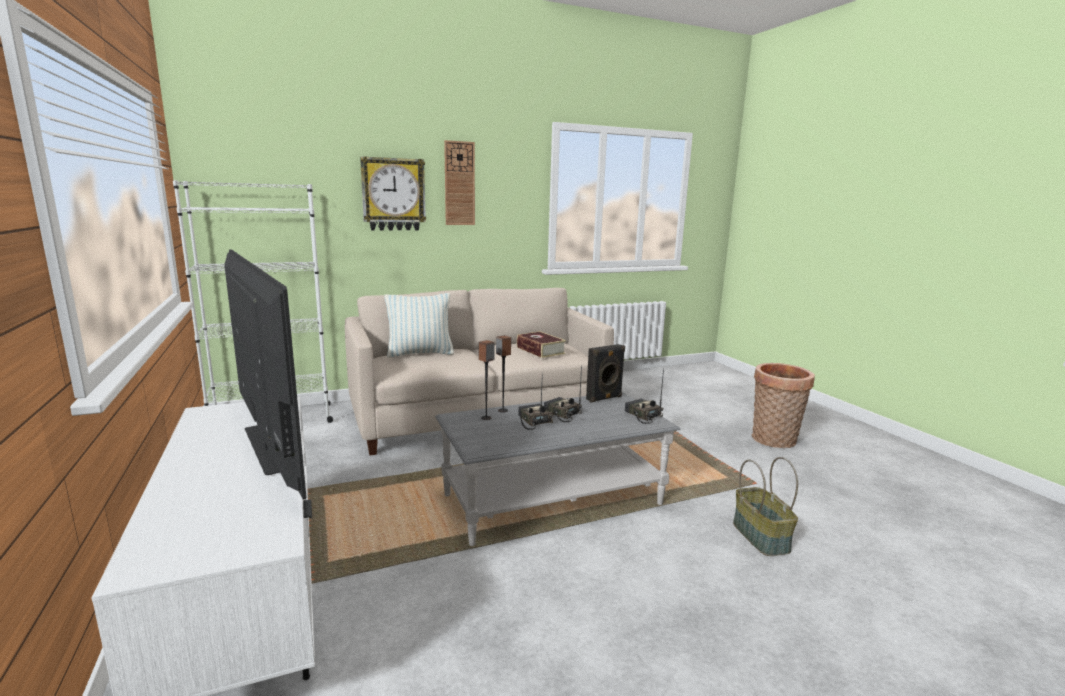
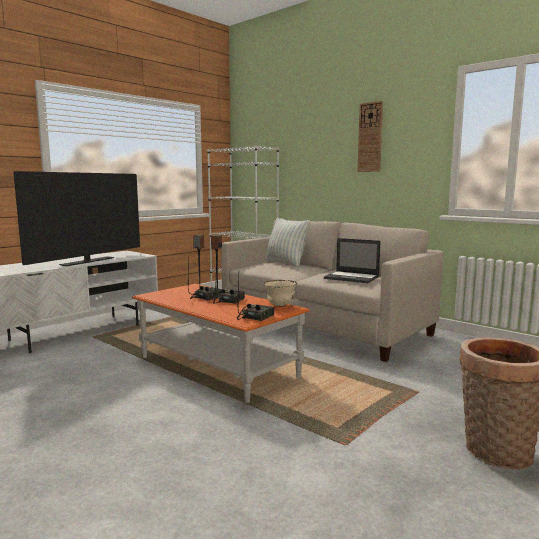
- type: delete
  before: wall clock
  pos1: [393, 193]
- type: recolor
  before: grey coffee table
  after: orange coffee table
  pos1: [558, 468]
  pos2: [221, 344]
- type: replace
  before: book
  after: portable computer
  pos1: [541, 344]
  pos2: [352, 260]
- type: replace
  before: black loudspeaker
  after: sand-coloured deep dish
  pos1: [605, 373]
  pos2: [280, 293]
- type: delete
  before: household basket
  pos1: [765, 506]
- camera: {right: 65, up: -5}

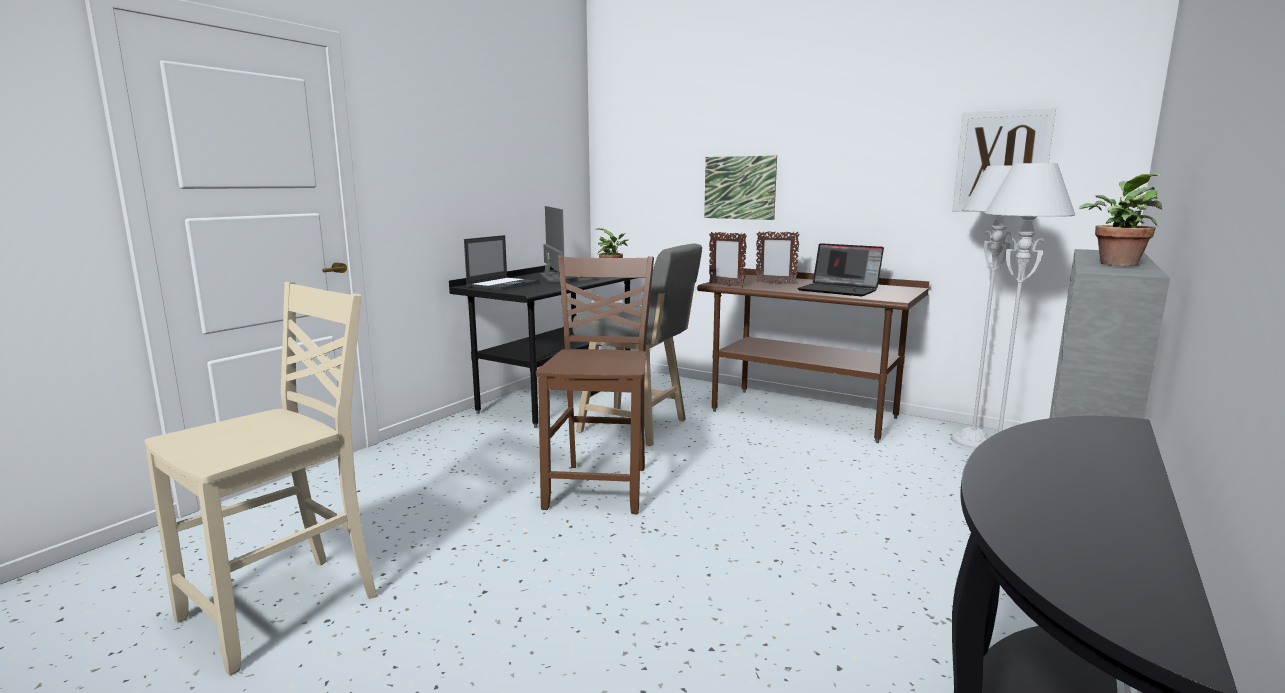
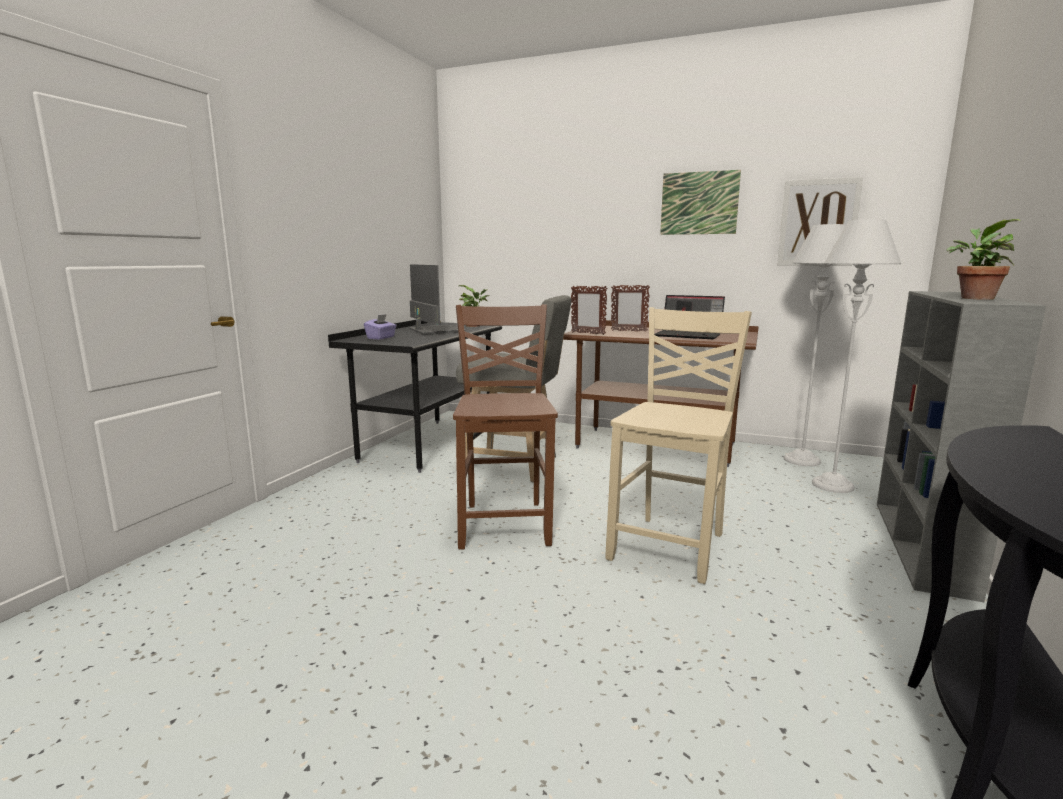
- type: move
  before: sand-coloured chair
  pos1: [260, 478]
  pos2: [679, 445]
- type: replace
  before: portable computer
  after: purple-coloured tissue holder
  pos1: [502, 263]
  pos2: [380, 326]
- type: move
  before: wall art
  pos1: [740, 187]
  pos2: [700, 202]
- camera: {right: -10, up: 0}

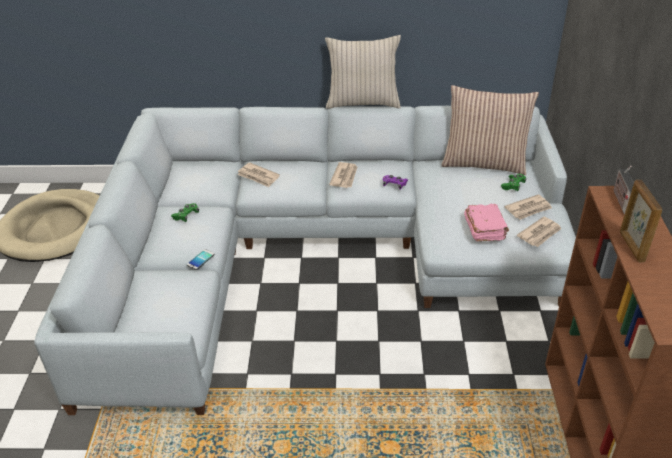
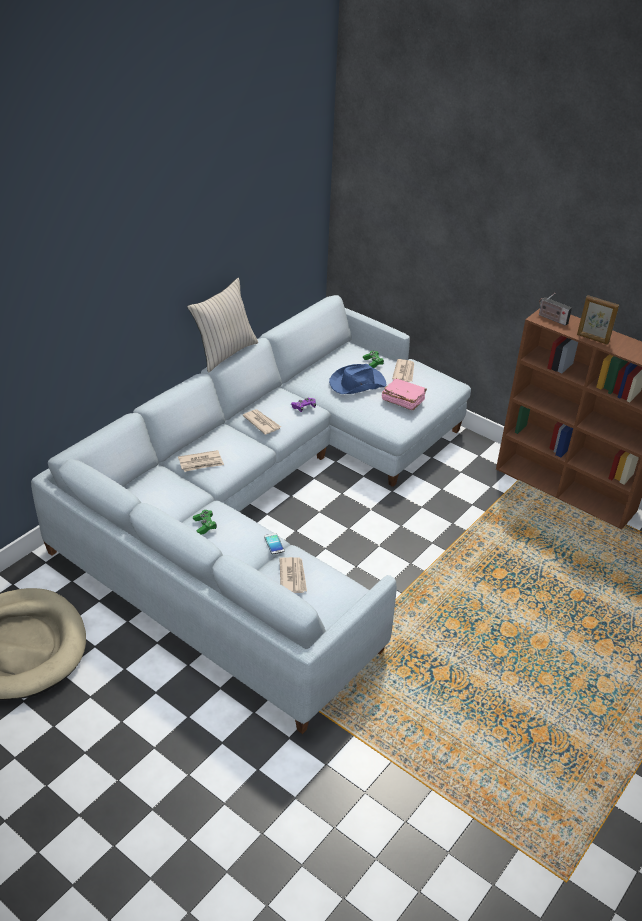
- type: delete
  before: cushion
  pos1: [490, 130]
- type: move
  before: printed paper
  pos1: [539, 232]
  pos2: [293, 575]
- type: insert
  after: bluish hat
  pos2: [357, 379]
- camera: {right: -55, up: 0}

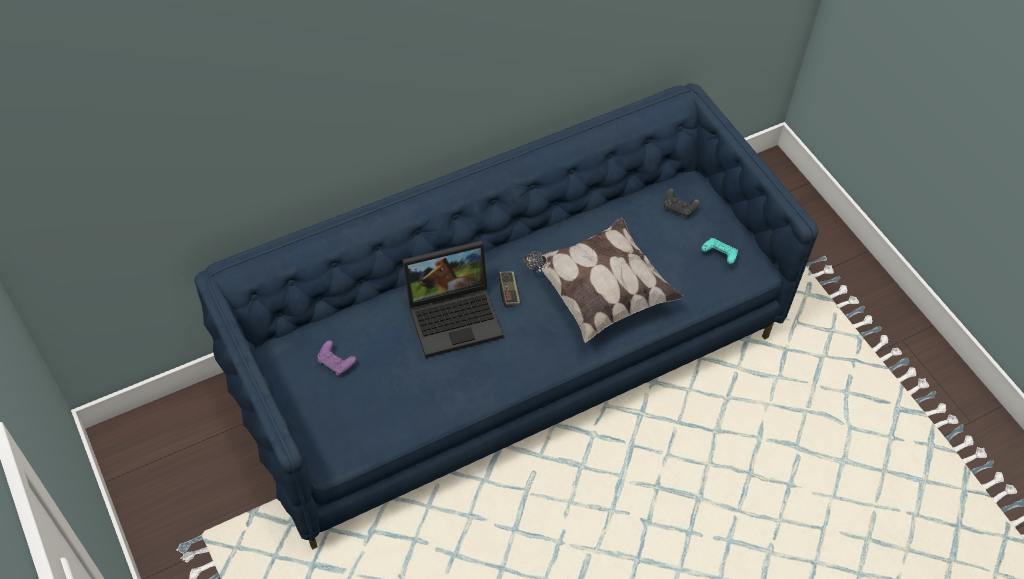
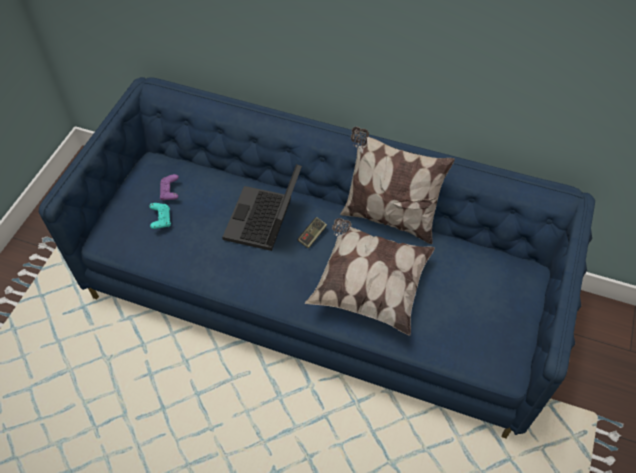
- type: rotate
  before: portable computer
  pos1: [453, 299]
  pos2: [262, 207]
  turn: 75
- type: delete
  before: black joypad
  pos1: [682, 203]
- type: move
  before: blue-green joypad
  pos1: [719, 251]
  pos2: [160, 216]
- type: insert
  after: cushion
  pos2: [397, 185]
- camera: {right: 50, up: 0}

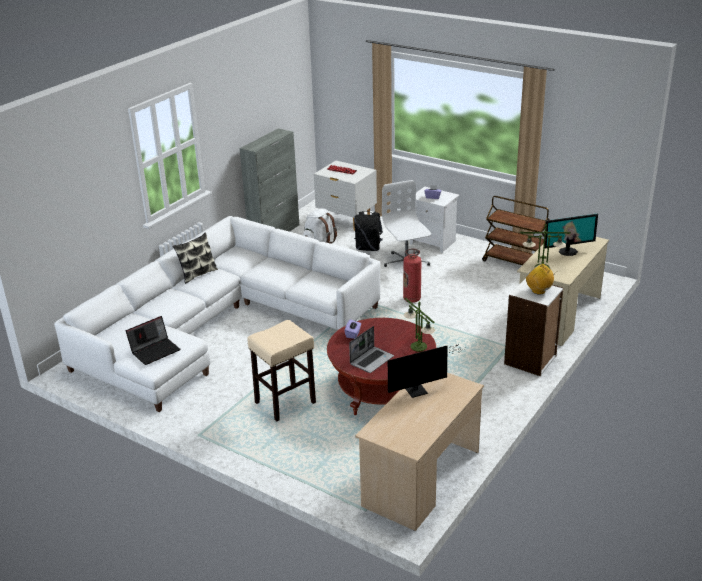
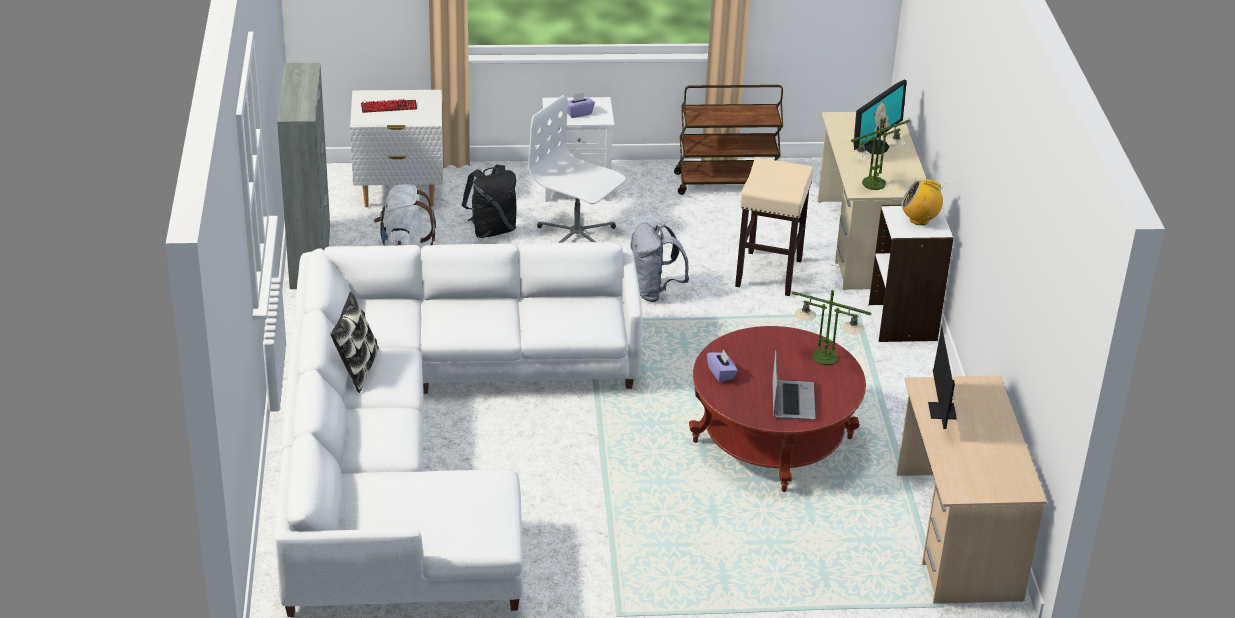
- type: delete
  before: portable computer
  pos1: [153, 340]
- type: move
  before: sand-coloured stool
  pos1: [281, 371]
  pos2: [774, 226]
- type: rotate
  before: computer screen
  pos1: [423, 371]
  pos2: [942, 378]
  turn: 150
- type: replace
  before: fire-fighting cylinder
  after: grey knapsack
  pos1: [412, 275]
  pos2: [659, 262]
- camera: {right: -40, up: 5}

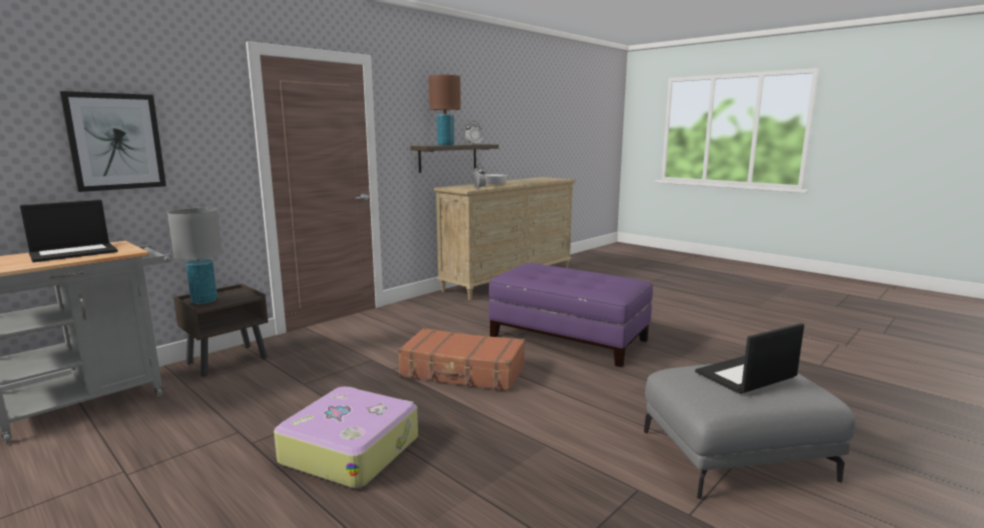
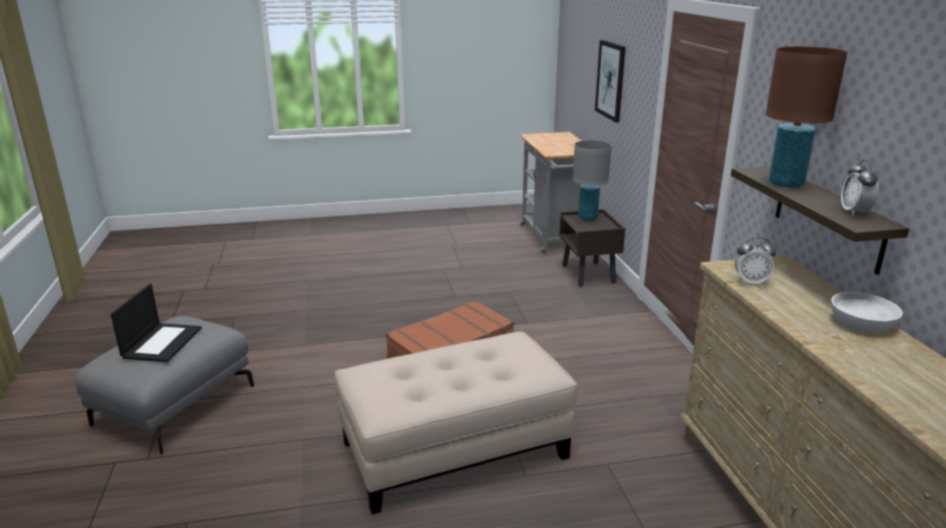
- type: delete
  before: portable computer
  pos1: [69, 231]
- type: delete
  before: piece of luggage
  pos1: [346, 437]
- type: recolor
  before: purple-coloured pouffe
  after: sand-coloured pouffe
  pos1: [571, 315]
  pos2: [456, 423]
- camera: {right: 125, up: 10}

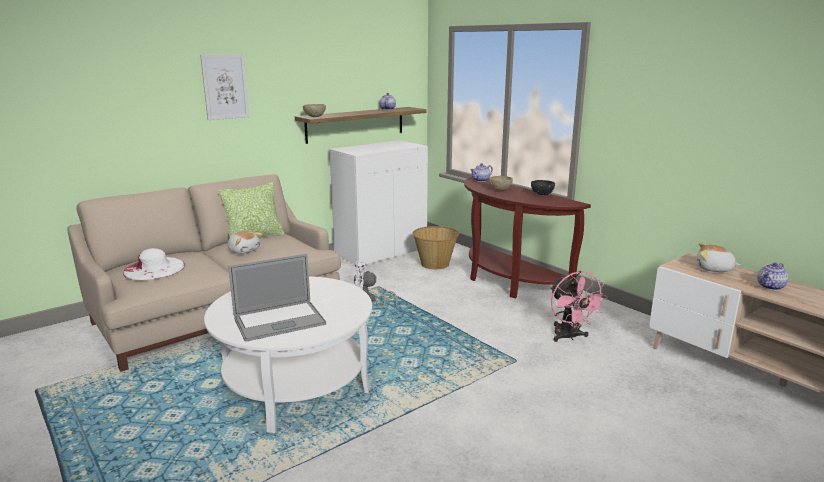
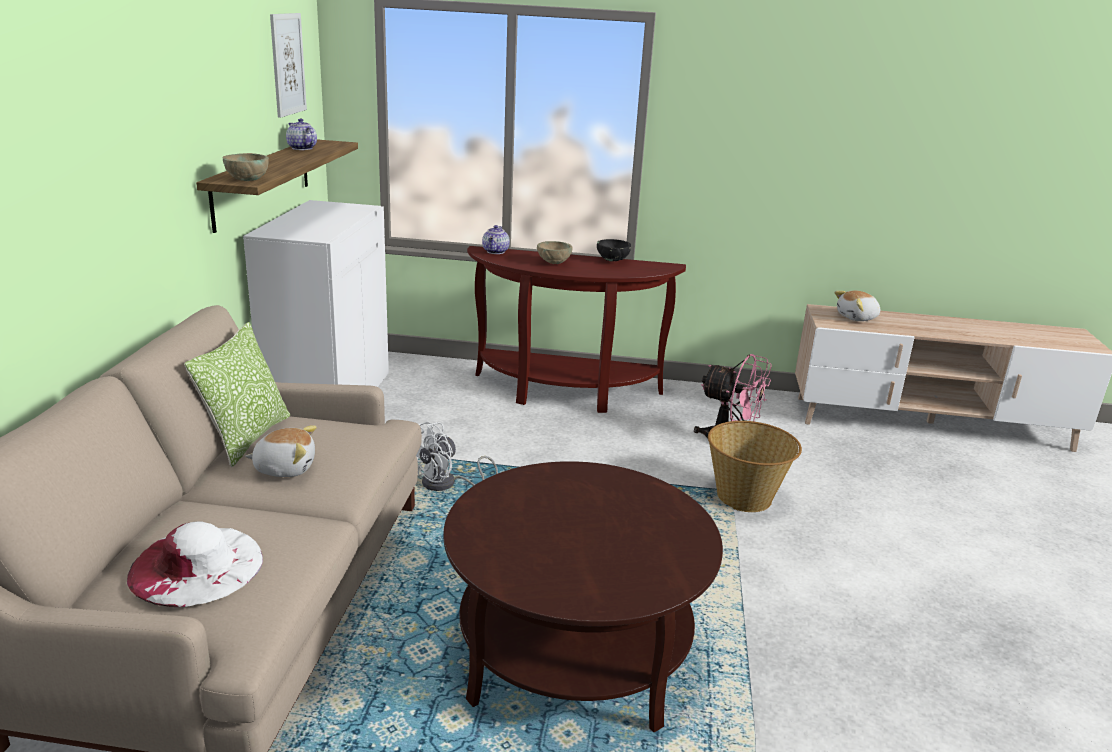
- type: move
  before: wall art
  pos1: [224, 87]
  pos2: [288, 65]
- type: recolor
  before: whitish coffee table
  after: brown-coloured coffee table
  pos1: [288, 354]
  pos2: [583, 596]
- type: delete
  before: portable computer
  pos1: [277, 298]
- type: move
  before: household basket
  pos1: [436, 247]
  pos2: [755, 466]
- type: delete
  before: pot for tea
  pos1: [772, 276]
- camera: {right: -45, up: 5}

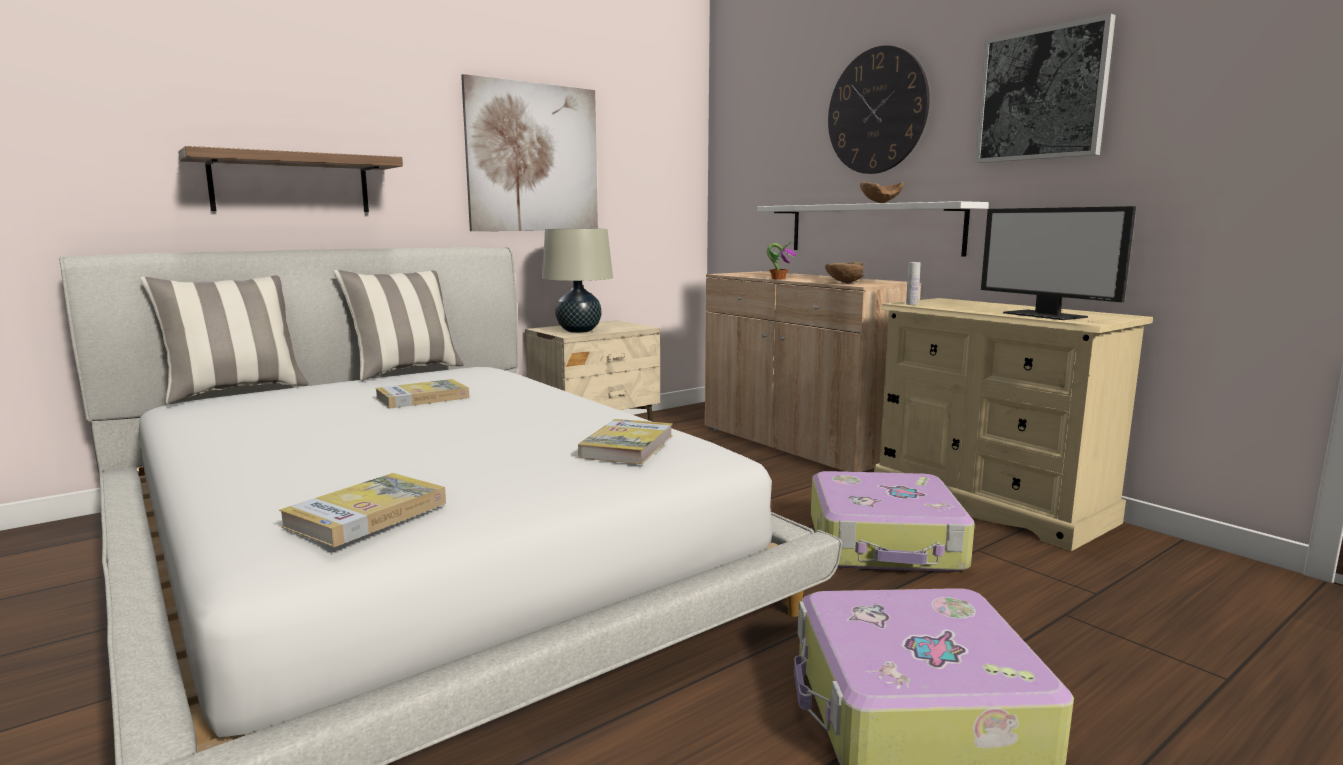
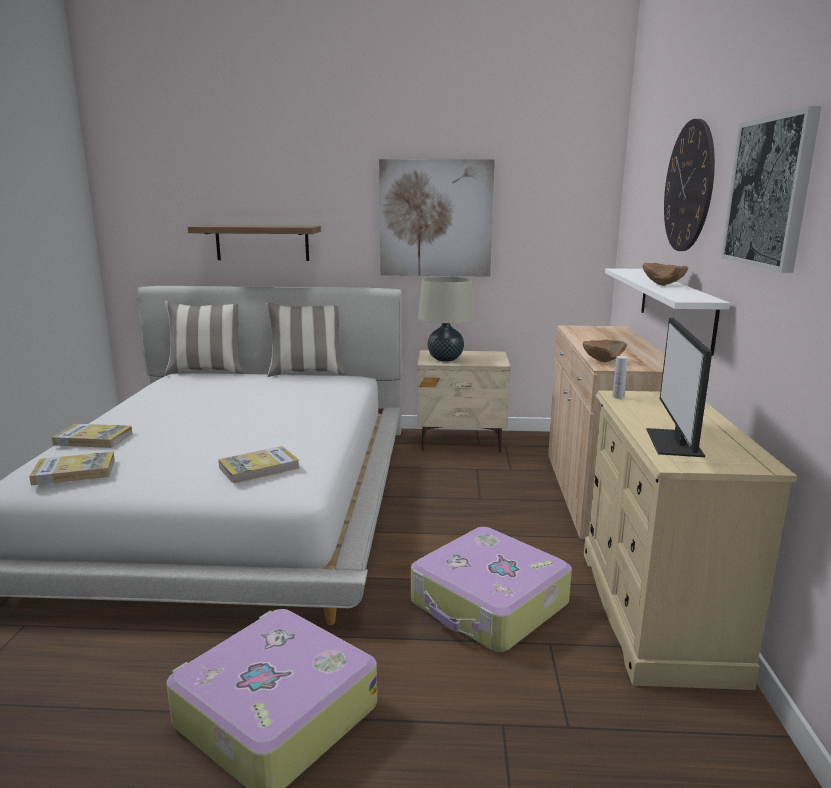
- type: move
  before: book
  pos1: [422, 394]
  pos2: [92, 436]
- type: delete
  before: potted plant
  pos1: [781, 259]
- camera: {right: 40, up: 5}

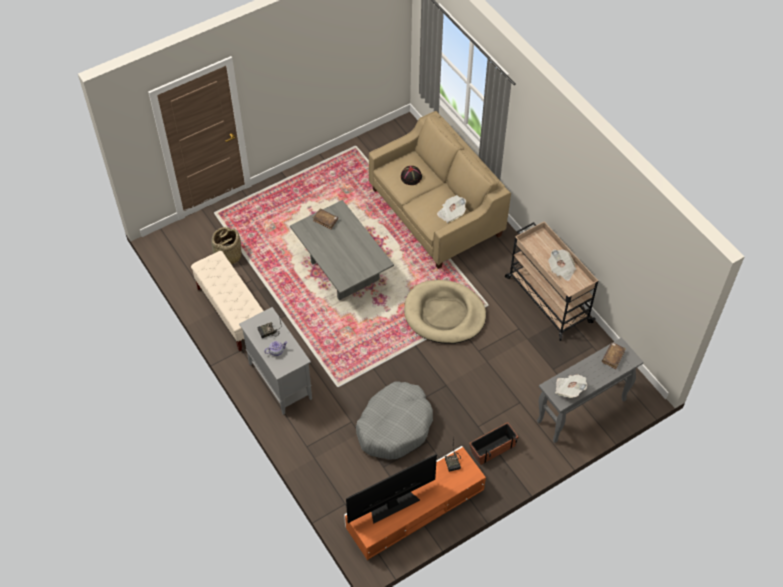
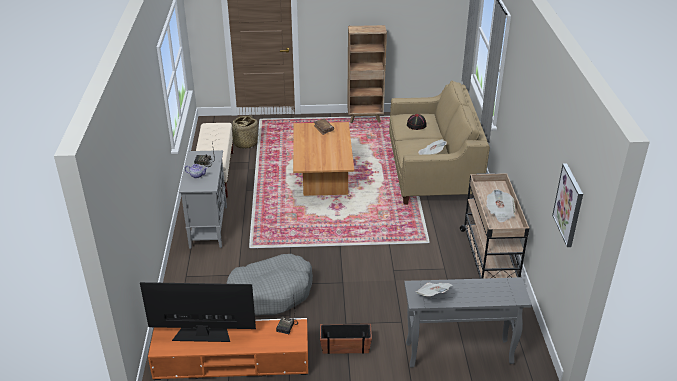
- type: recolor
  before: grey coffee table
  after: brown-coloured coffee table
  pos1: [342, 250]
  pos2: [323, 159]
- type: delete
  before: sand-coloured dog cushion
  pos1: [445, 312]
- type: delete
  before: brown-coloured book
  pos1: [614, 355]
- type: insert
  after: brown-coloured shelving unit
  pos2: [367, 74]
- type: insert
  after: wall art
  pos2: [567, 205]
- camera: {right: 30, up: -20}

